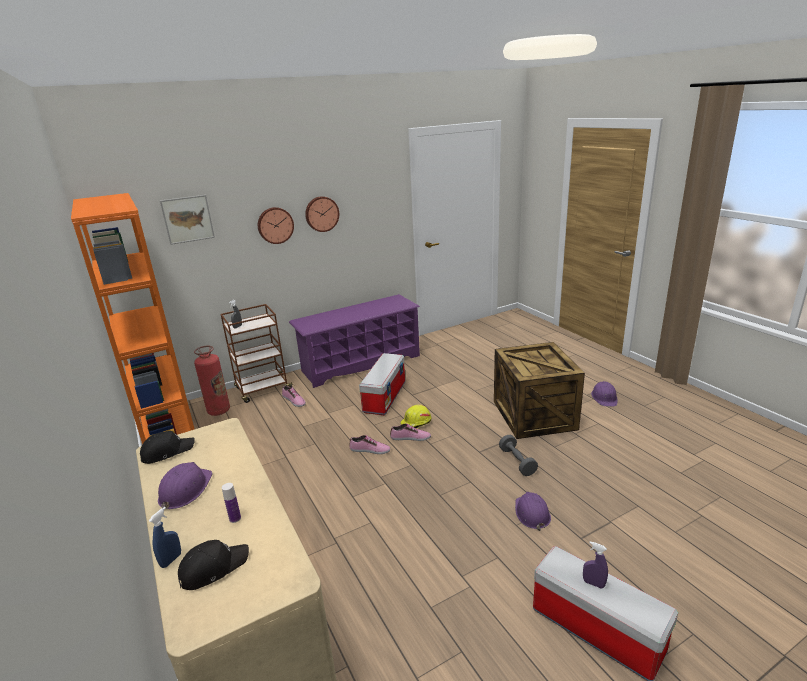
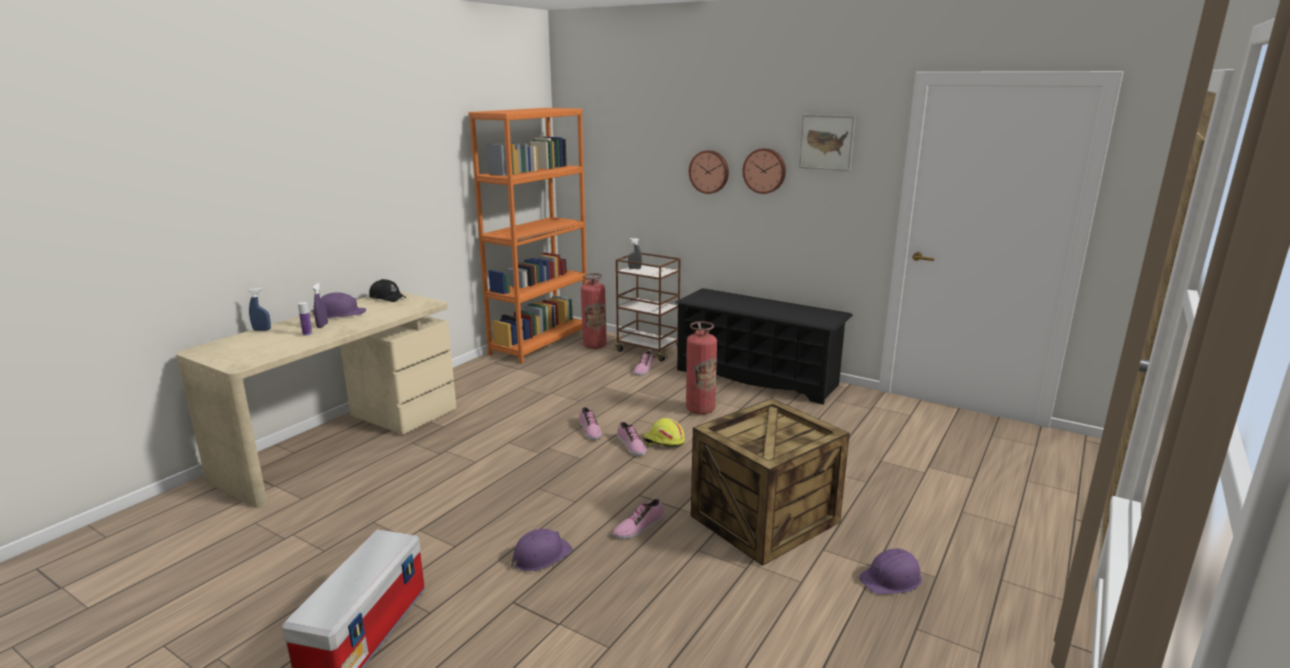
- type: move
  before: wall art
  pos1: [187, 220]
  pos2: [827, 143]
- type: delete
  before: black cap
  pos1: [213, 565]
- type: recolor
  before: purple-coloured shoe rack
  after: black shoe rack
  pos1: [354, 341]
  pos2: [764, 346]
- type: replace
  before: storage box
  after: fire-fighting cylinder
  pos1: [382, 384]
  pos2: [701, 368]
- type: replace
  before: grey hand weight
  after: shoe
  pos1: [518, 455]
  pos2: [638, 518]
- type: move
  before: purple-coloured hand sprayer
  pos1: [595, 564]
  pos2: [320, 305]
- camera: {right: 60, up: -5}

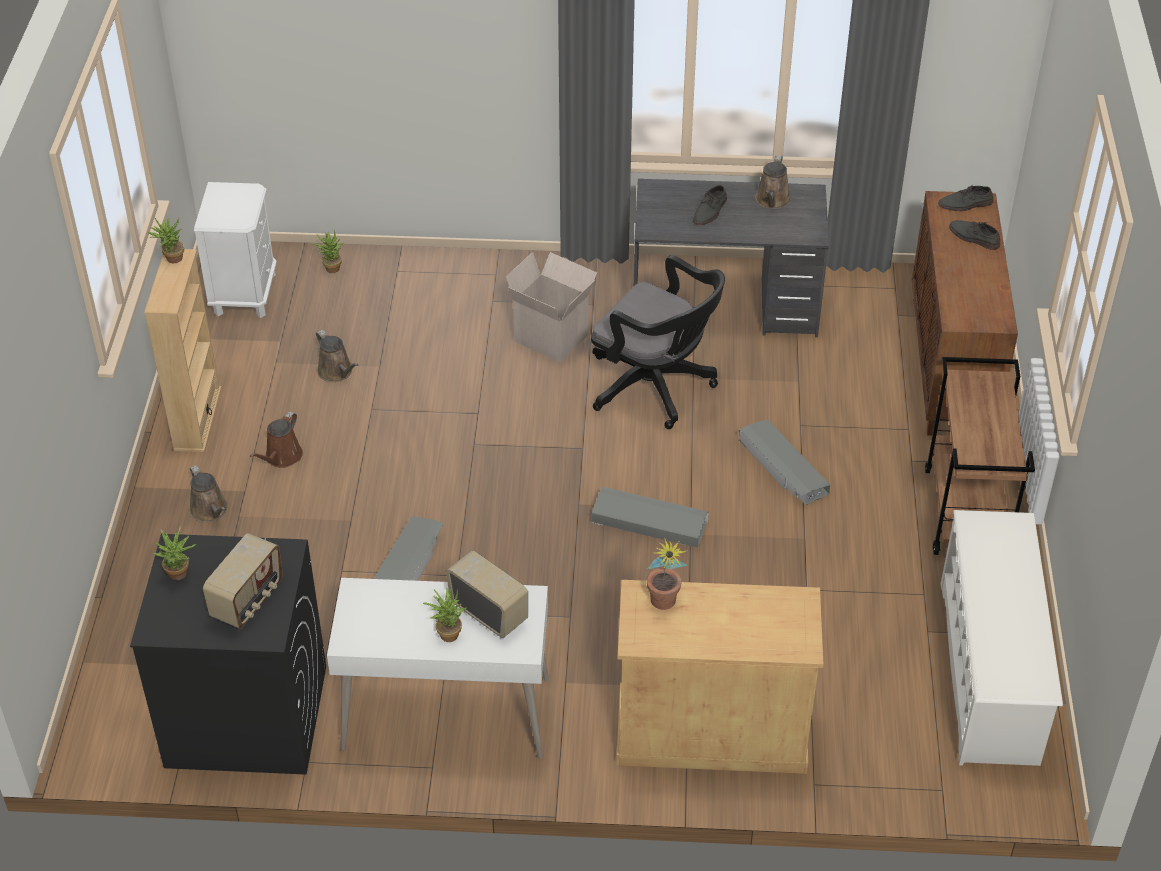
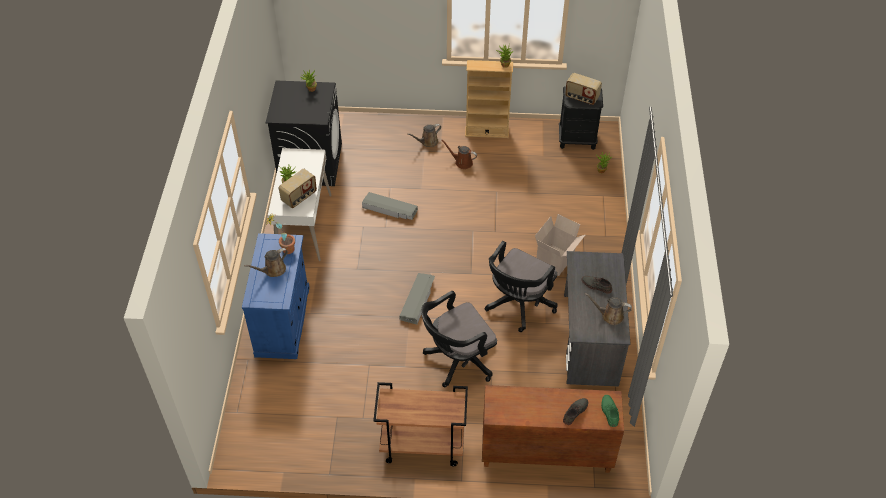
- type: recolor
  before: whitish bedside table
  after: black bedside table
  pos1: [235, 250]
  pos2: [581, 118]
- type: move
  before: radio receiver
  pos1: [243, 581]
  pos2: [583, 89]
- type: move
  before: brown-coloured watering can
  pos1: [337, 356]
  pos2: [266, 262]
- type: recolor
  before: sand-coloured cabinet
  after: bluish cabinet
  pos1: [719, 677]
  pos2: [276, 296]
- type: replace
  before: grey storage box
  after: black computer chair
  pos1: [784, 462]
  pos2: [459, 339]
- type: recolor
  before: grey shoe
  after: greenish shoe
  pos1: [965, 197]
  pos2: [610, 411]
- type: delete
  before: whitish shoe rack
  pos1: [1002, 638]
- camera: {right: 90, up: 5}

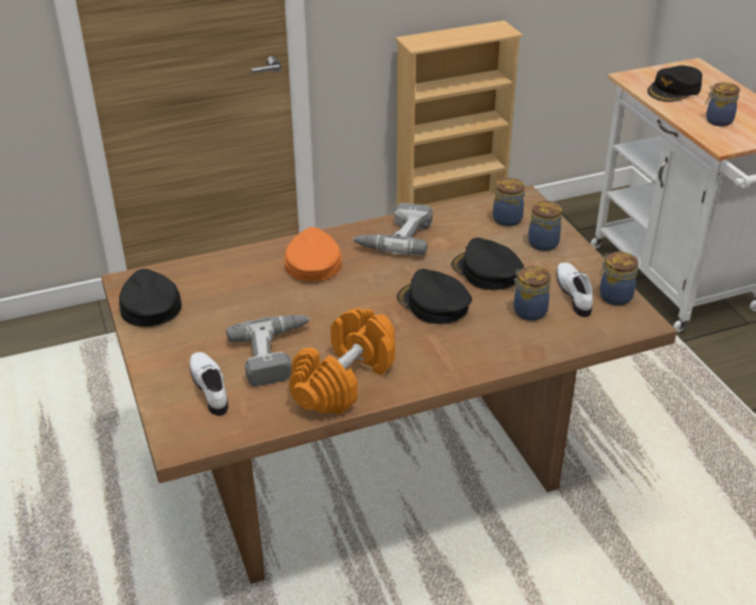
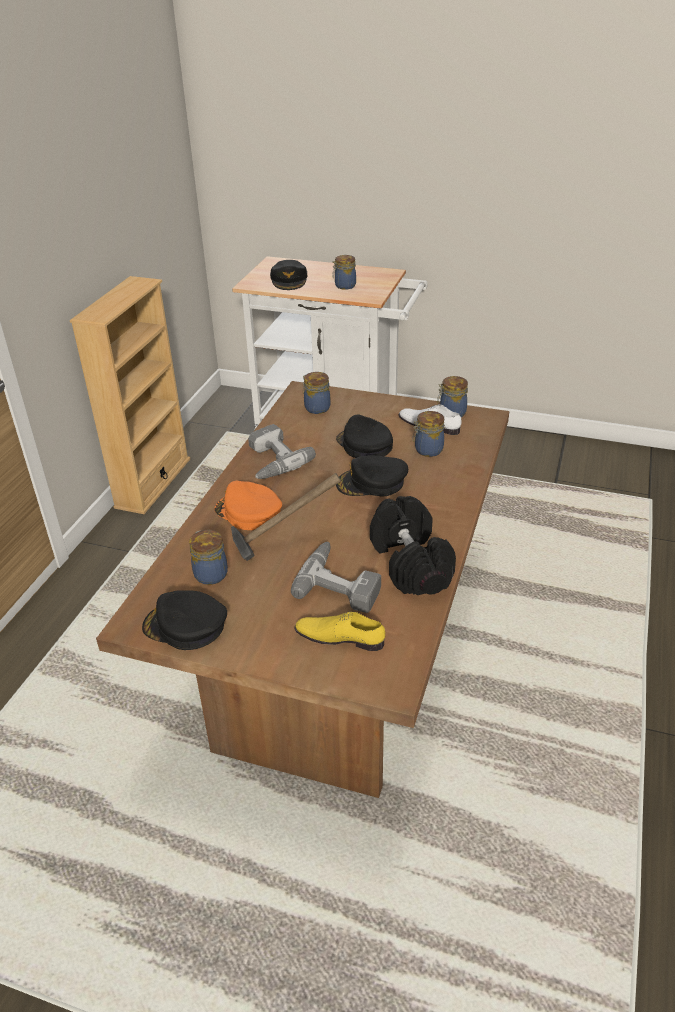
- type: recolor
  before: whitish shoe
  after: yellowish shoe
  pos1: [209, 384]
  pos2: [339, 631]
- type: recolor
  before: orange hand weight
  after: black hand weight
  pos1: [342, 361]
  pos2: [413, 545]
- type: rotate
  before: black cap
  pos1: [487, 264]
  pos2: [364, 436]
  turn: 60
- type: move
  before: jar
  pos1: [545, 226]
  pos2: [208, 557]
- type: insert
  after: hand hammer
  pos2: [286, 517]
- camera: {right: -50, up: 0}

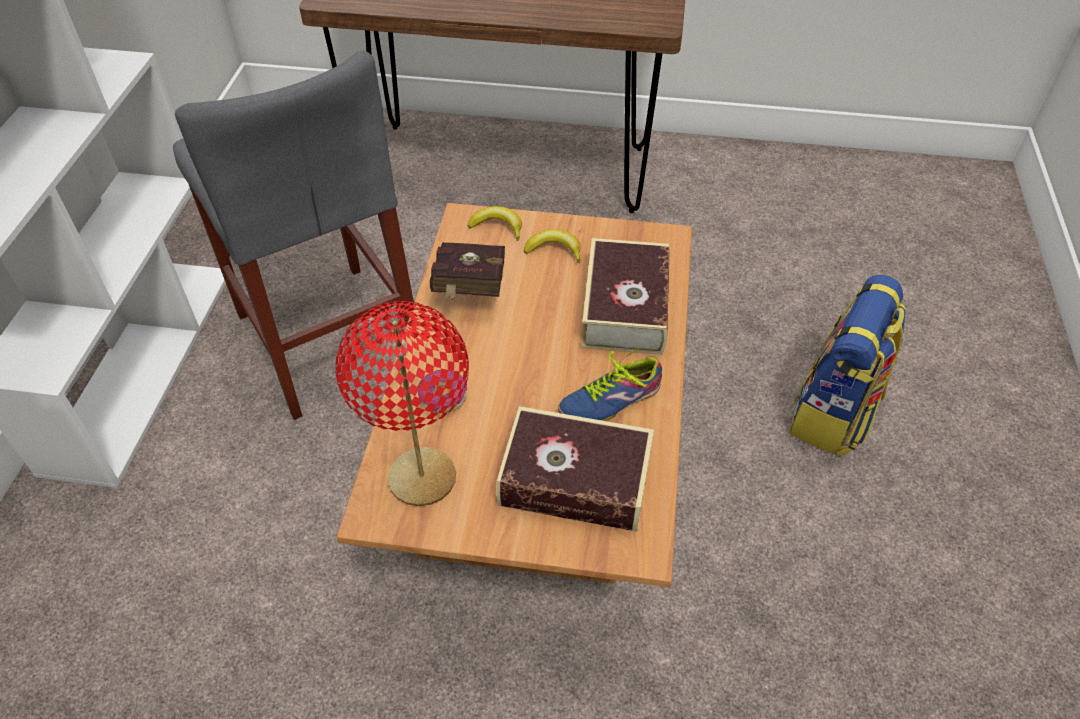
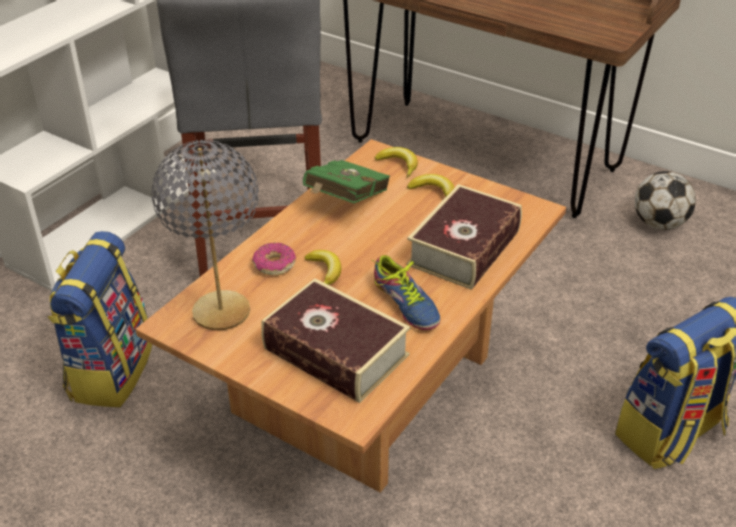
- type: recolor
  before: reddish tabletop lamp
  after: grey tabletop lamp
  pos1: [402, 403]
  pos2: [205, 235]
- type: recolor
  before: reddish book
  after: greenish book
  pos1: [467, 271]
  pos2: [346, 181]
- type: rotate
  before: shoe
  pos1: [610, 383]
  pos2: [406, 292]
  turn: -120
- type: insert
  after: knapsack
  pos2: [100, 319]
- type: insert
  after: whole banana
  pos2: [322, 267]
- type: insert
  after: football ball
  pos2: [665, 200]
- camera: {right: 25, up: -10}

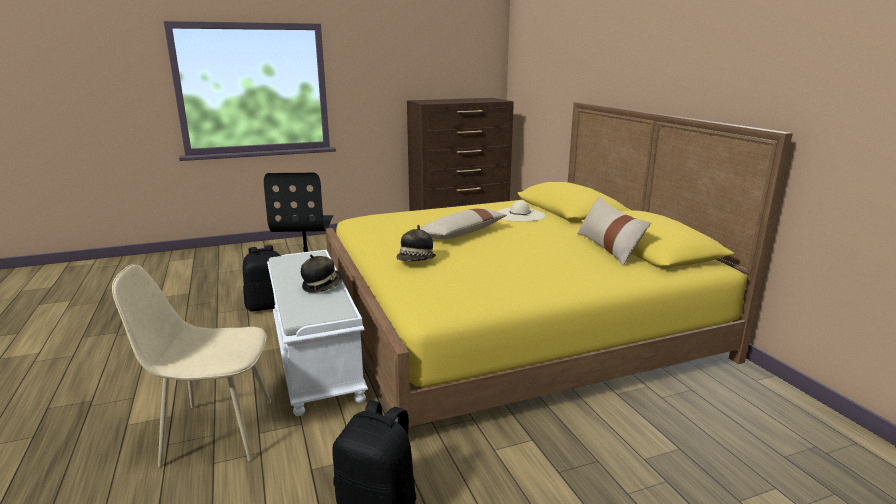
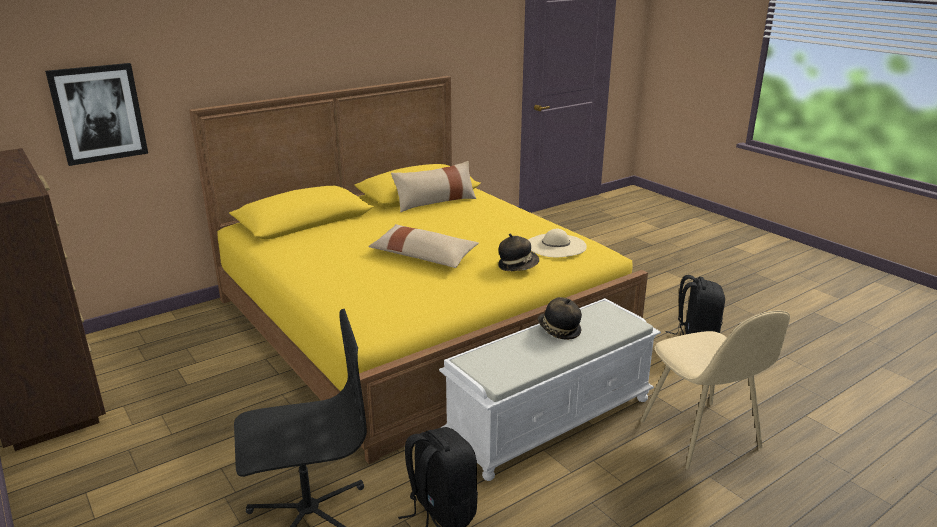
- type: move
  before: sand-coloured hat
  pos1: [521, 210]
  pos2: [557, 243]
- type: insert
  after: wall art
  pos2: [96, 114]
- camera: {right: -105, up: 5}

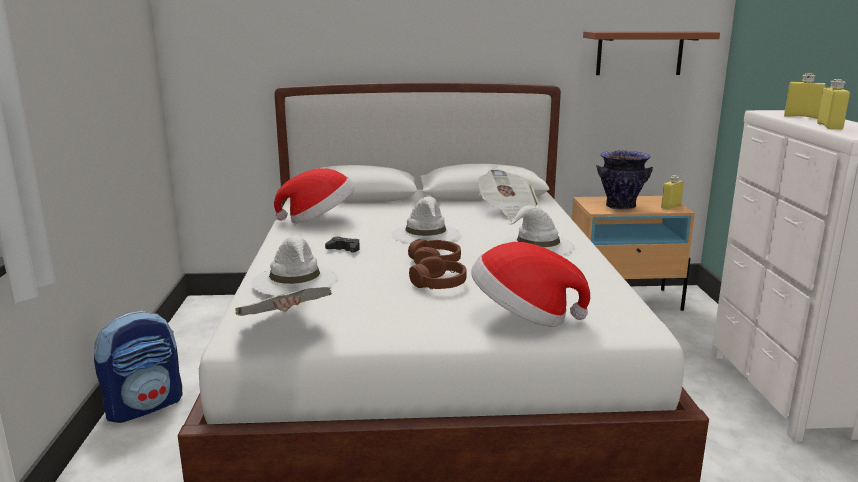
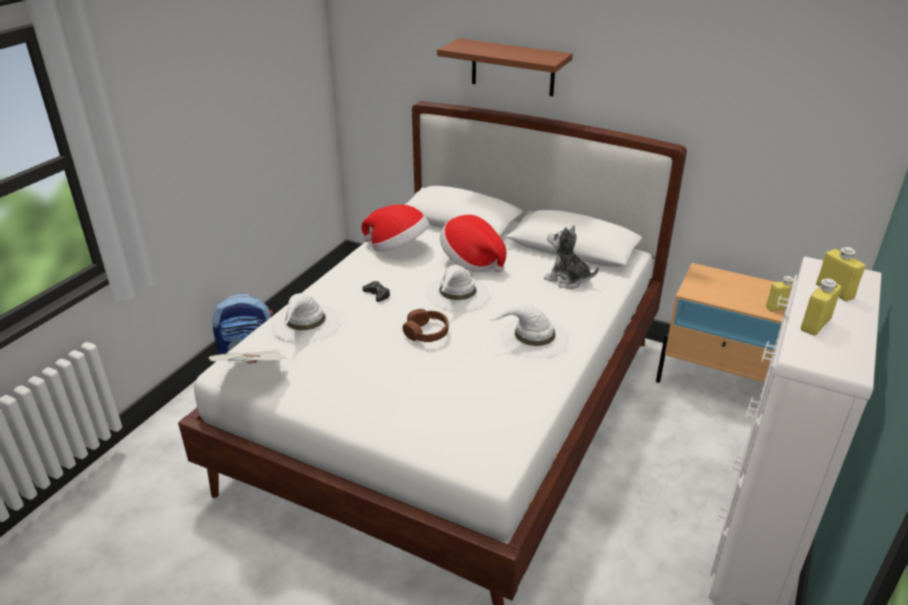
- type: delete
  before: brown-coloured headphones
  pos1: [438, 272]
- type: move
  before: hat
  pos1: [530, 284]
  pos2: [473, 243]
- type: replace
  before: printed paper
  after: plush toy
  pos1: [508, 194]
  pos2: [571, 257]
- type: move
  before: brown-coloured bracket shelf
  pos1: [651, 53]
  pos2: [505, 67]
- type: delete
  before: decorative vase
  pos1: [624, 180]
- camera: {right: 30, up: 15}

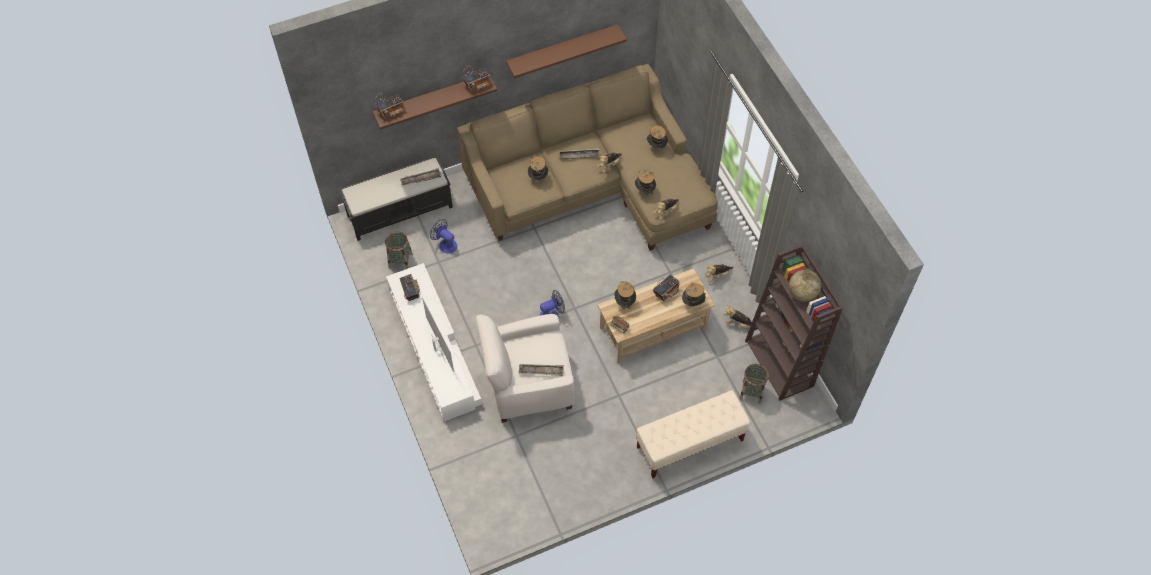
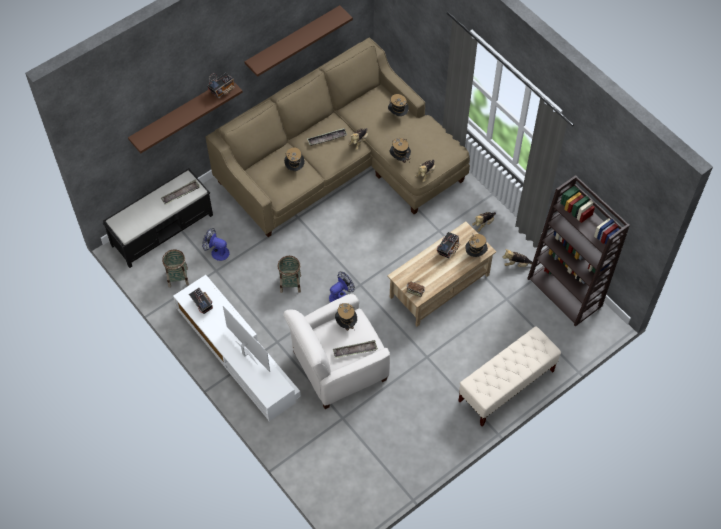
- type: delete
  before: radio receiver
  pos1: [389, 106]
- type: move
  before: hat
  pos1: [625, 295]
  pos2: [346, 317]
- type: move
  before: household basket
  pos1: [754, 384]
  pos2: [289, 274]
- type: delete
  before: globe
  pos1: [805, 286]
- camera: {right: -15, up: 0}

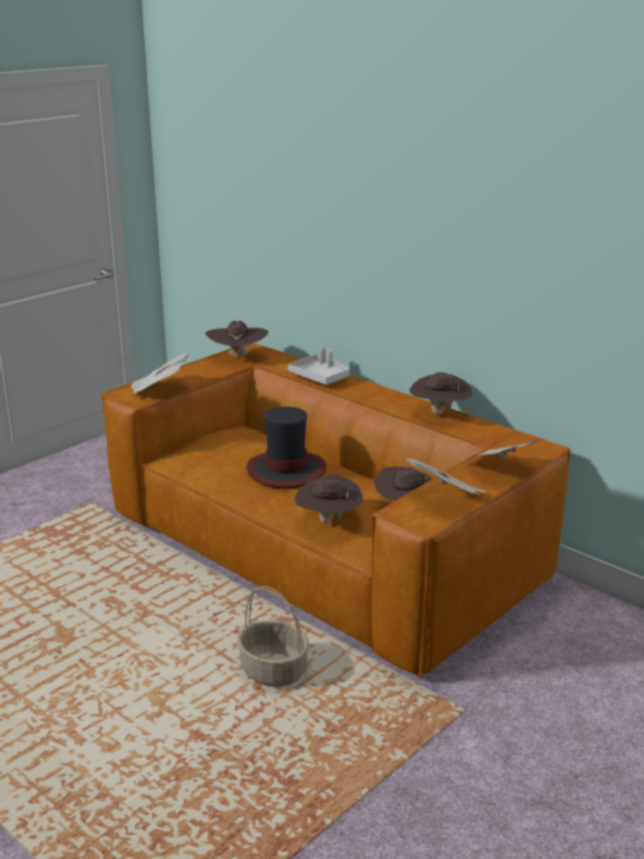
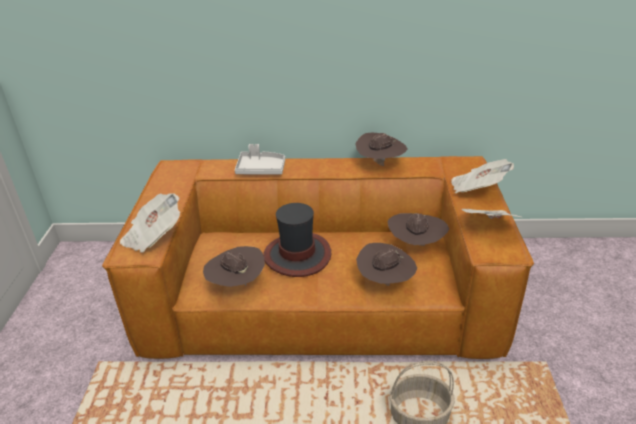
- type: move
  before: brown-coloured hat
  pos1: [237, 340]
  pos2: [234, 266]
- camera: {right: -40, up: 10}

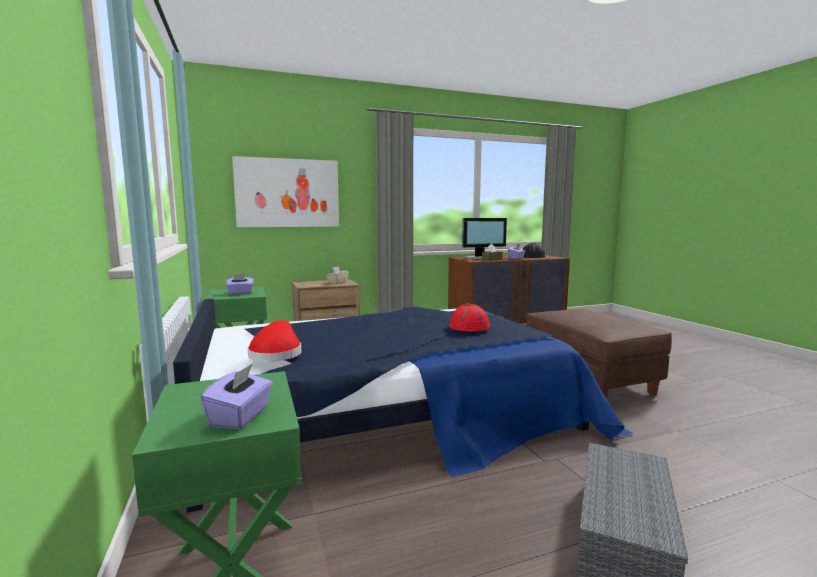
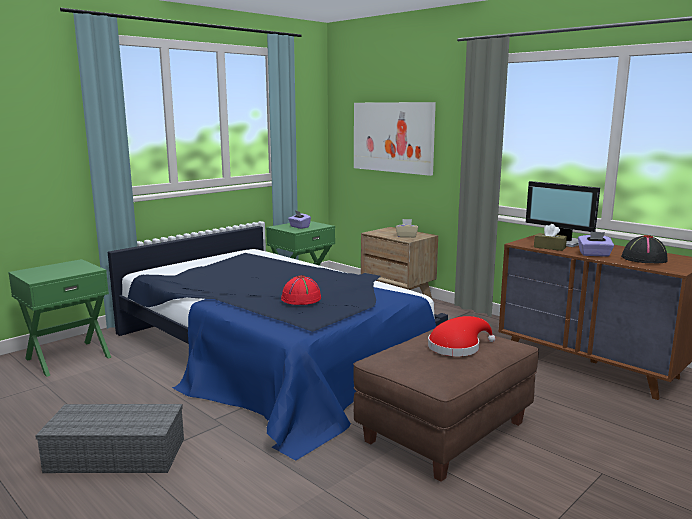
- type: delete
  before: purple-coloured tissue holder
  pos1: [236, 396]
- type: move
  before: reddish hat
  pos1: [274, 341]
  pos2: [462, 336]
- camera: {right: 65, up: 5}

